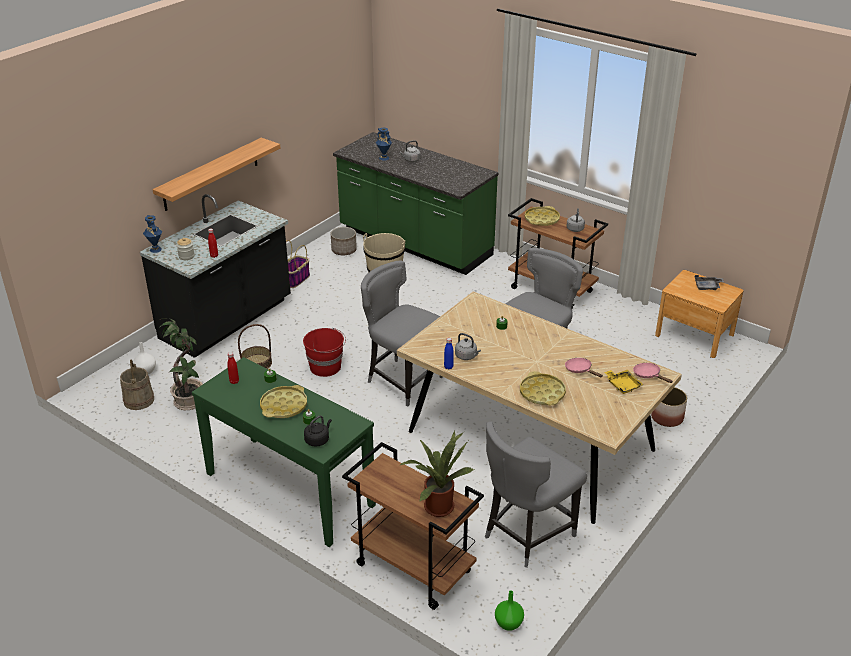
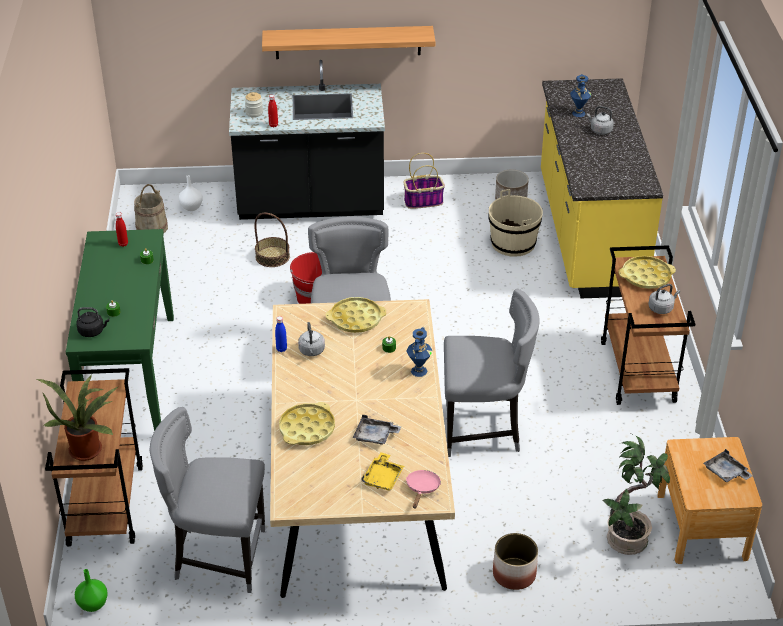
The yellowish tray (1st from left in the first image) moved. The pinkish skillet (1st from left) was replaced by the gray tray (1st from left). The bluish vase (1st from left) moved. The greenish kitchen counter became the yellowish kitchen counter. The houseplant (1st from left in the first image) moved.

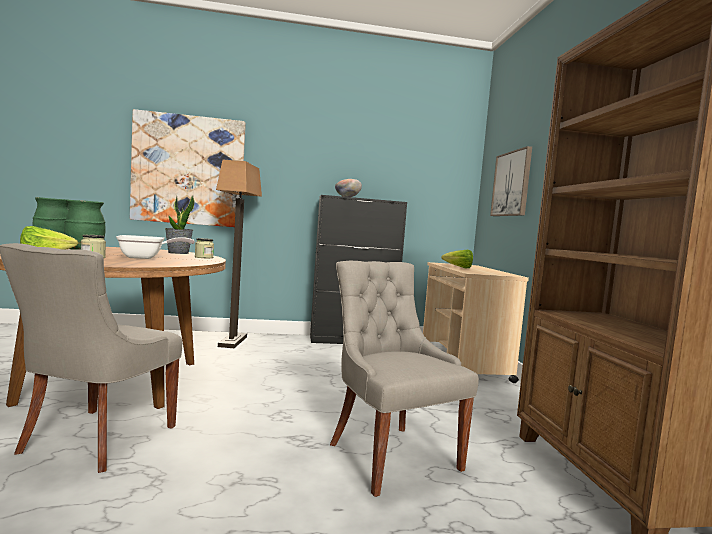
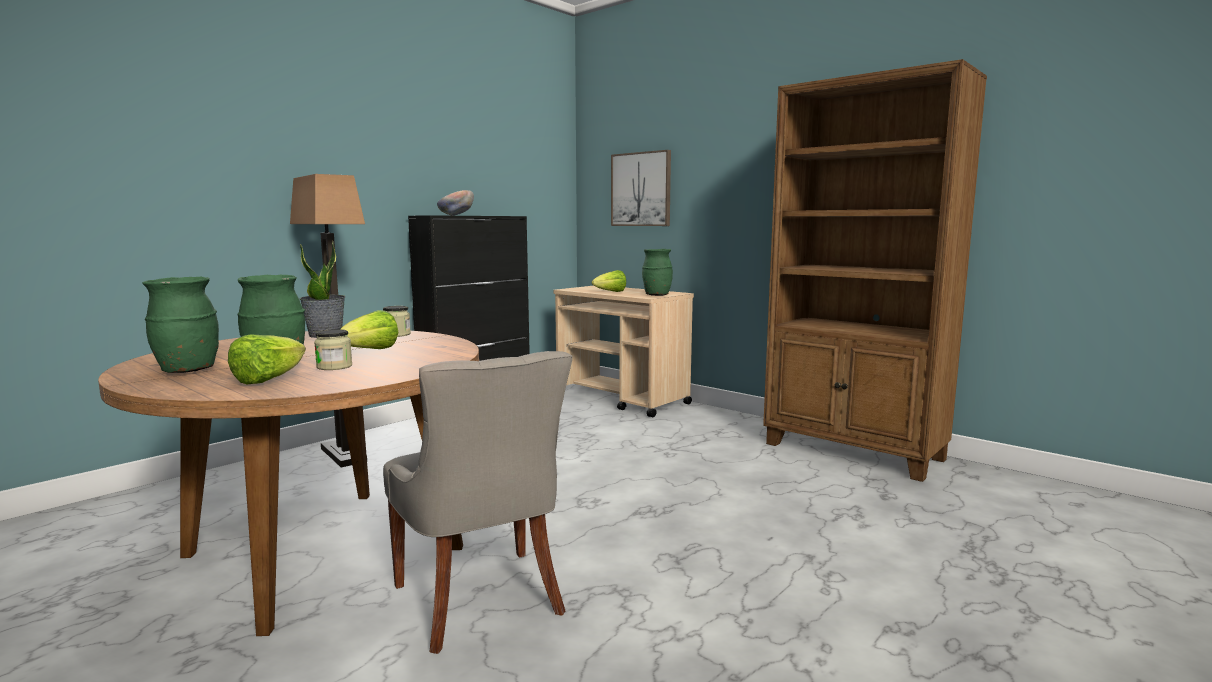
The skillet was replaced by the head of lettuce (2nd from left). The greenish vase (3rd from left) appeared. The wall art (1st from left) disappeared. The gray plain chair (2nd from left) disappeared.

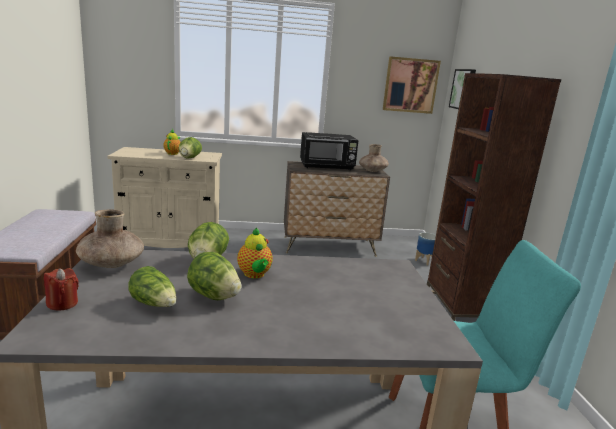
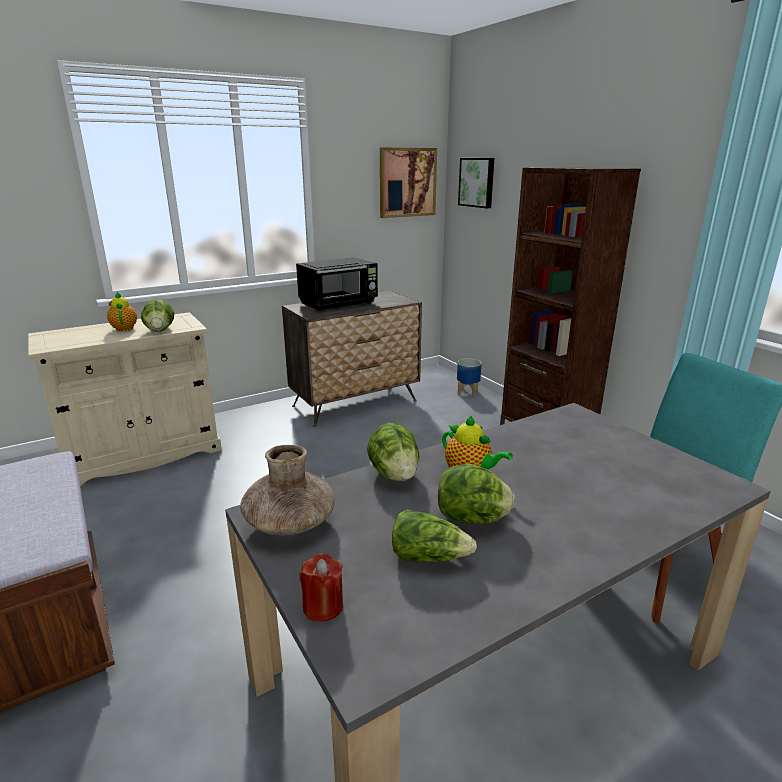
The brown-coloured vase (2nd from left) disappeared.

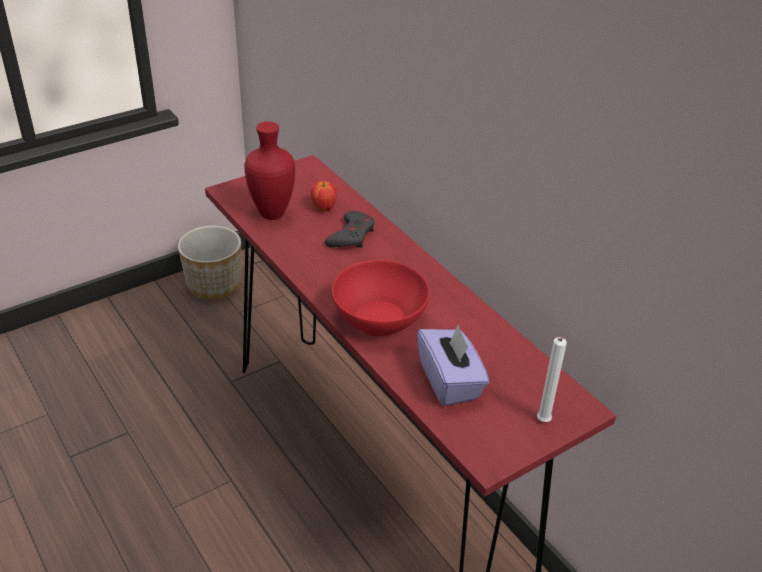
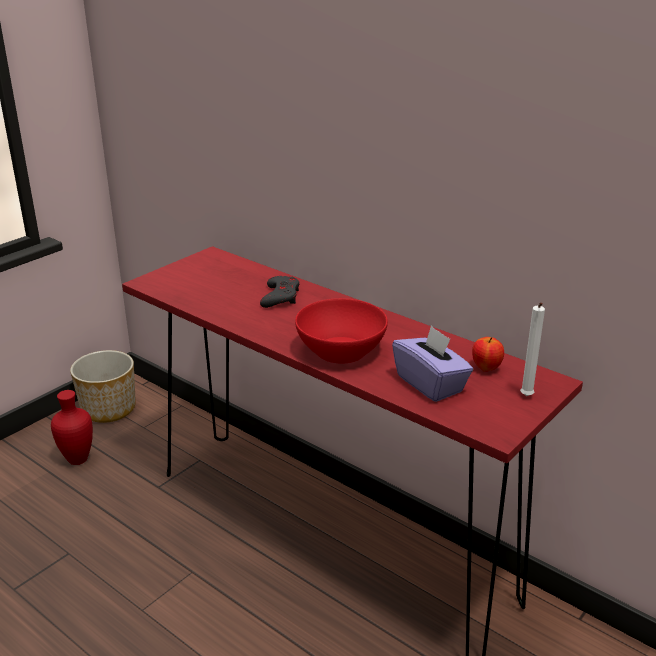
The red-coloured vase moved. The whole apple moved.

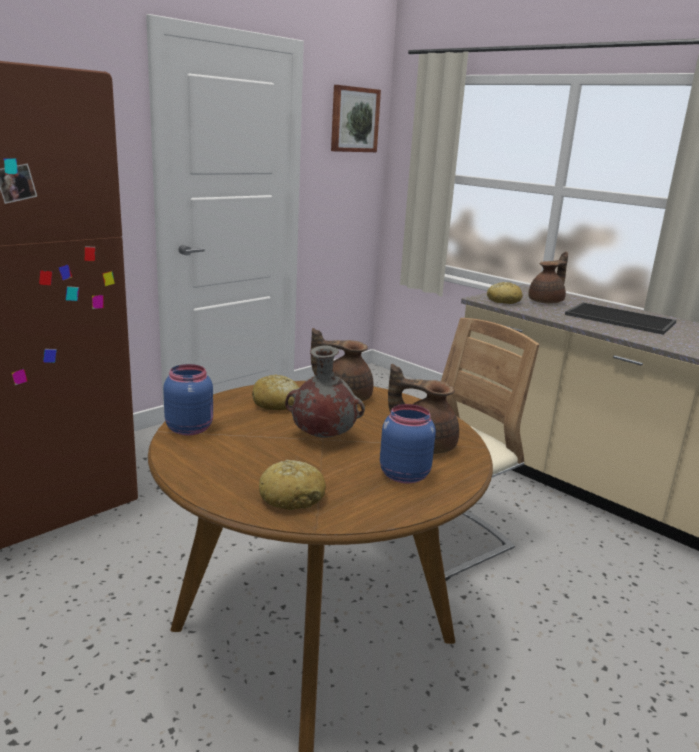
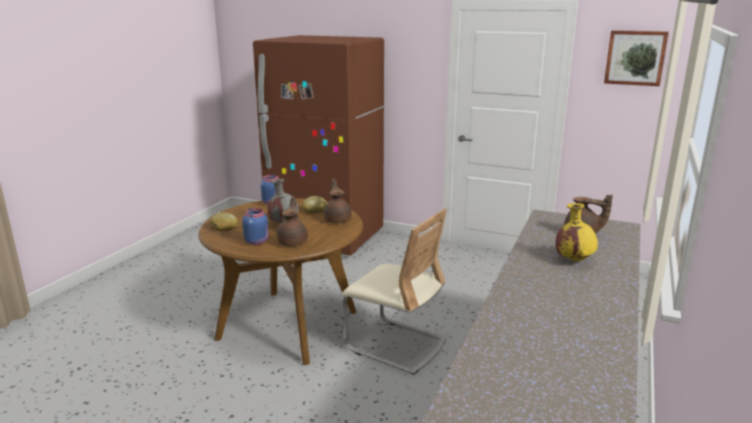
The tray was replaced by the yellowish vase. The bakery bread (3rd from left) disappeared.

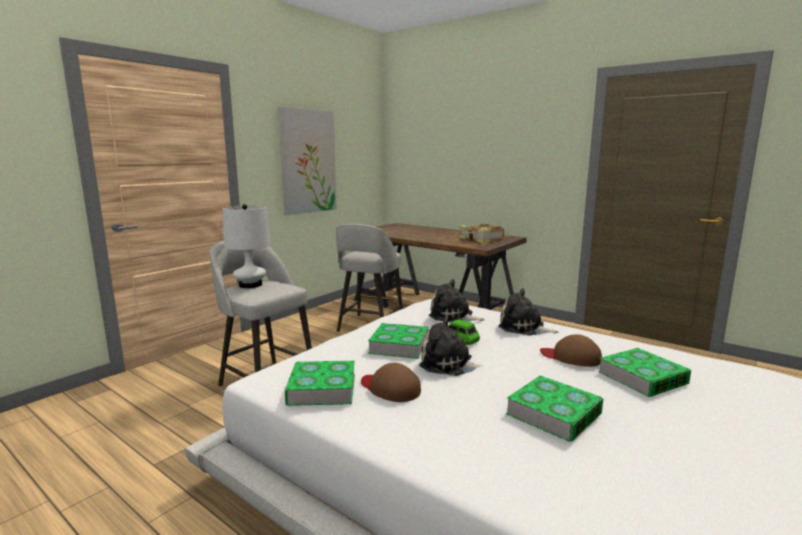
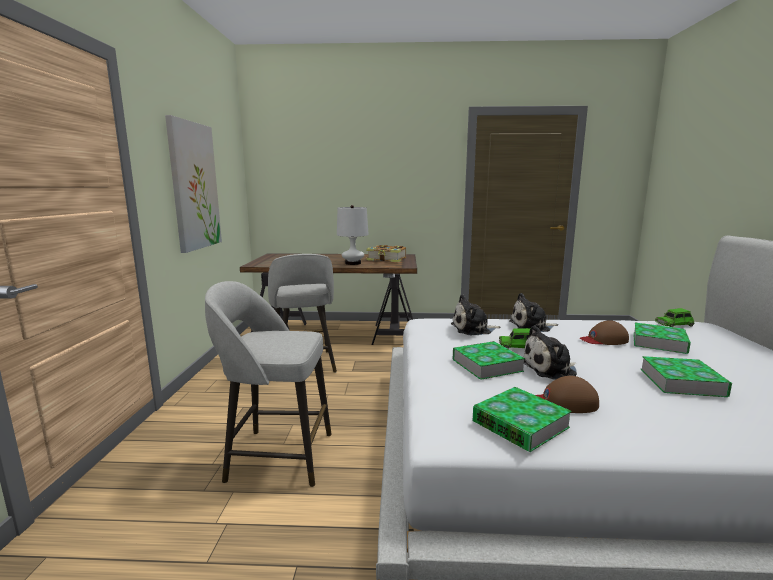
The white tabletop lamp moved. The greenish model car (2nd from left) appeared.

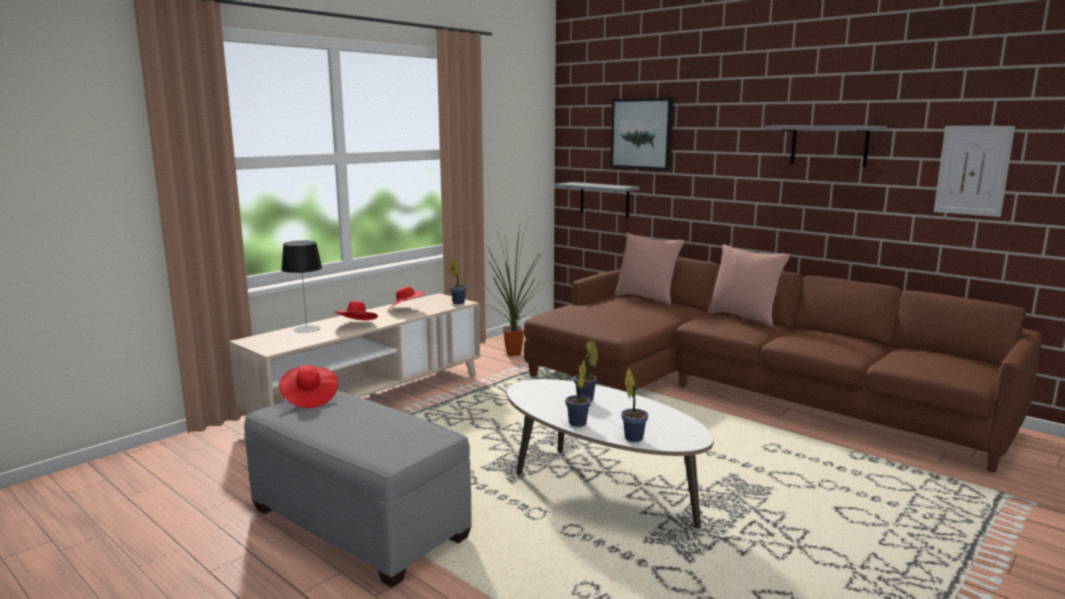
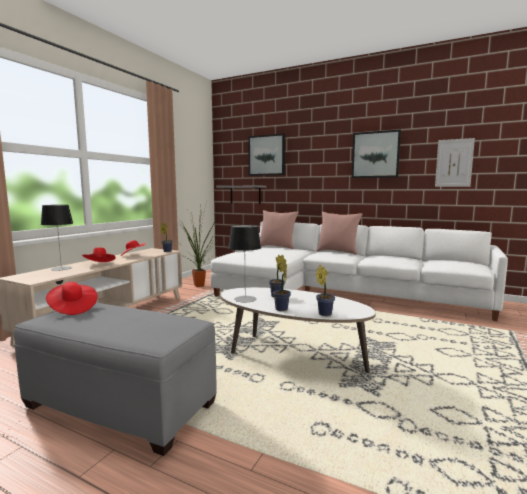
The brown-coloured settee became the white settee. The tabletop lamp (2nd from left) appeared. The gray bracket shelf (2nd from left) was replaced by the wall art (2nd from left).

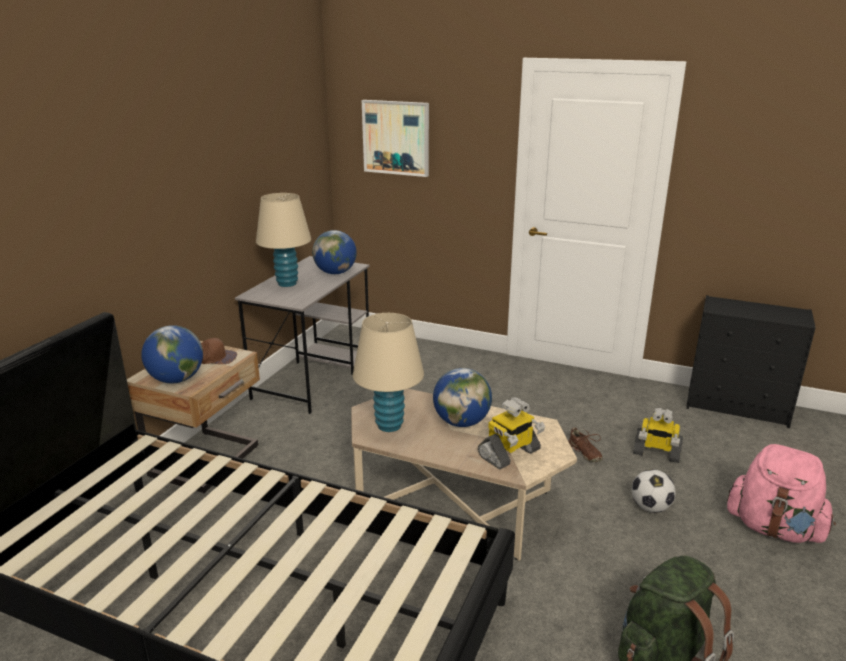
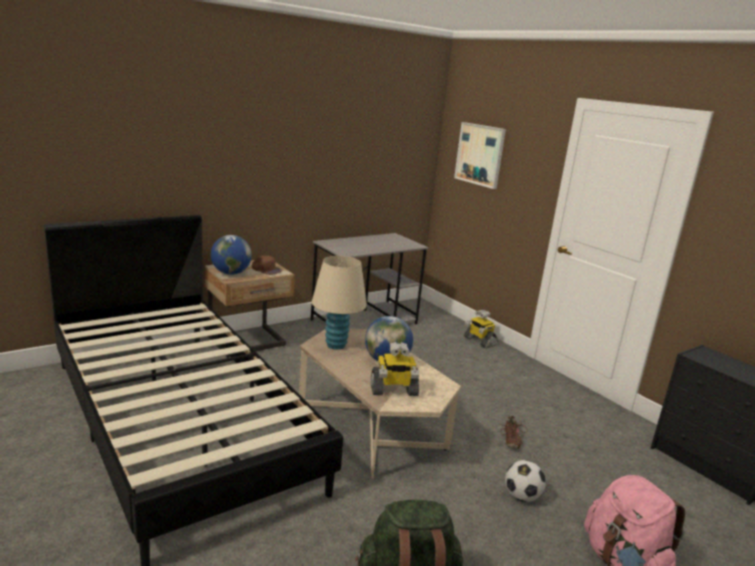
The robot figure (2nd from left) moved. The beige tabletop lamp (1st from left) disappeared. The desk globe (2nd from left) disappeared.

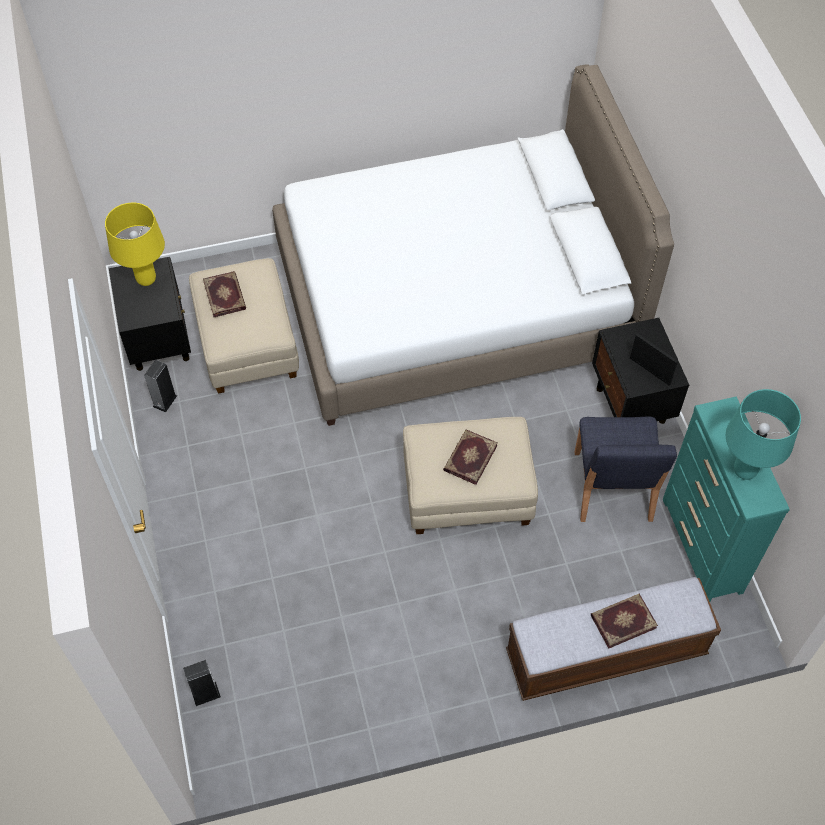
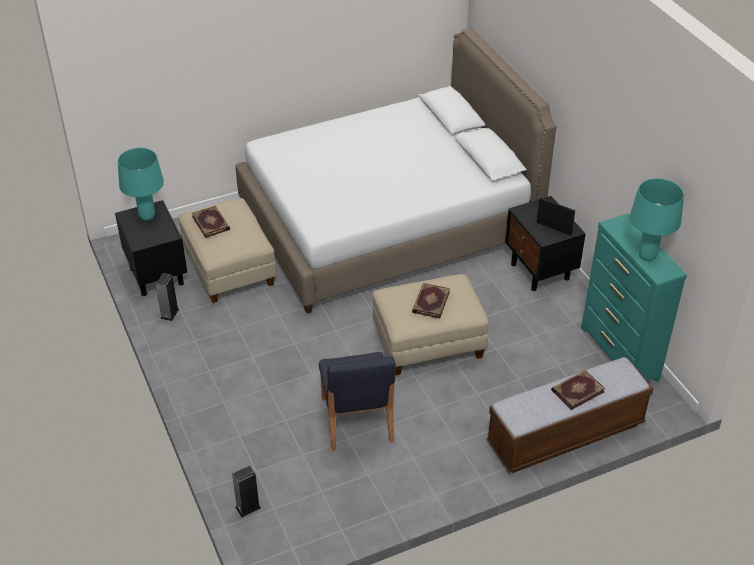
The yellowish tabletop lamp became the turquoise-coloured tabletop lamp (1st from left). The bluish plain chair moved.

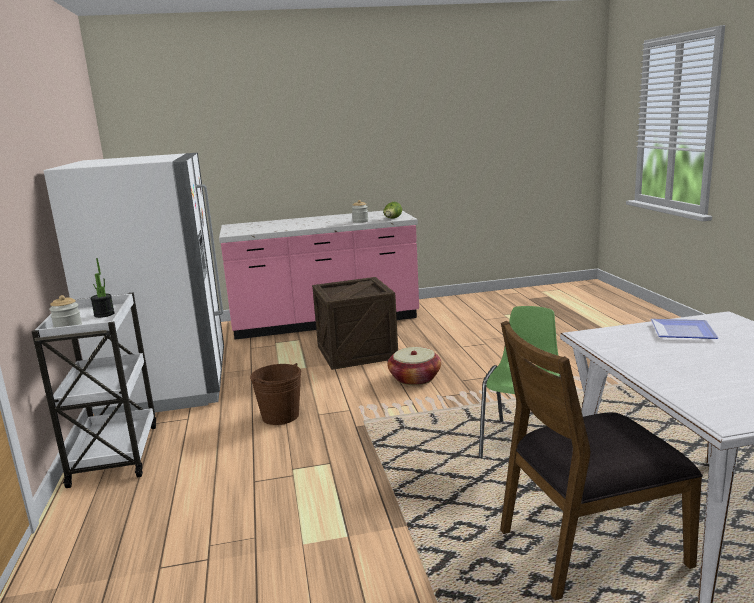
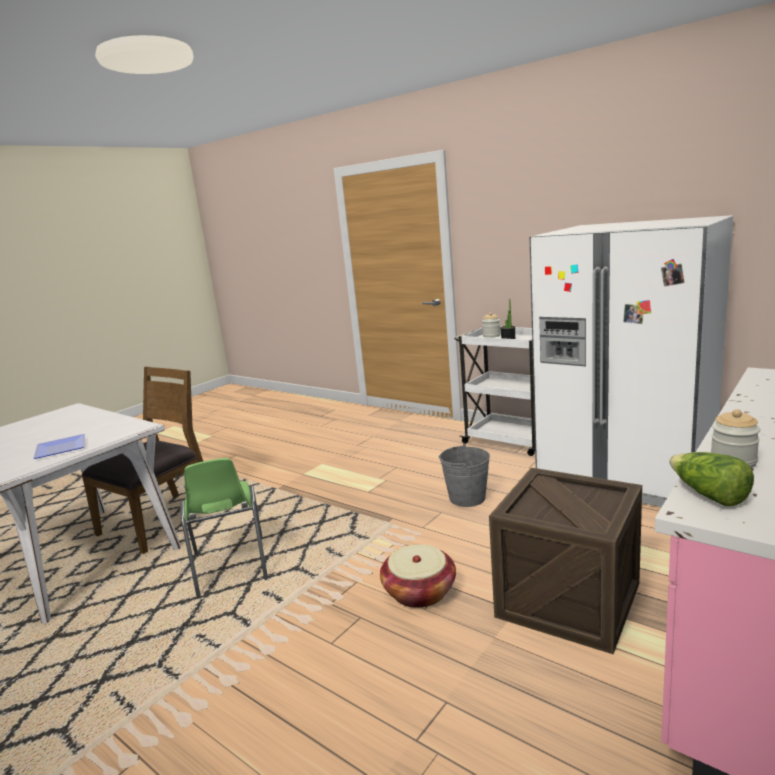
The brown-coloured water bucket became the gray water bucket.

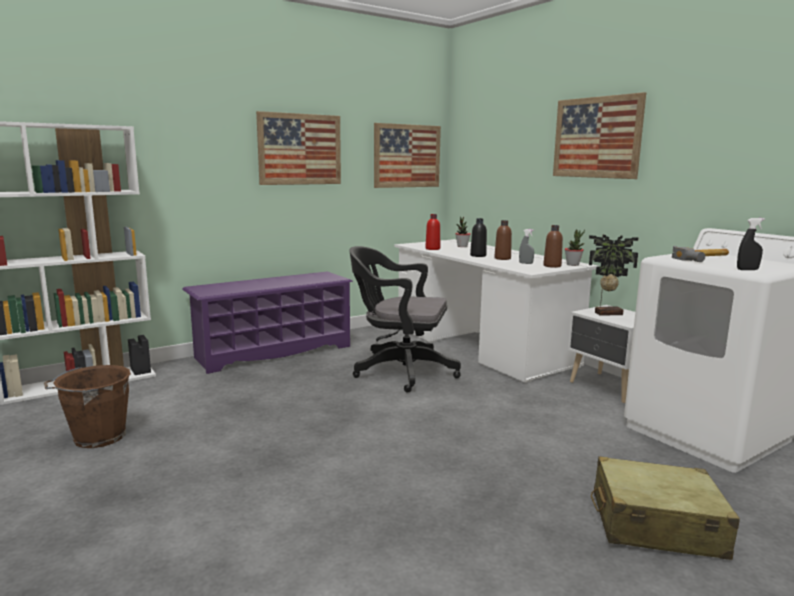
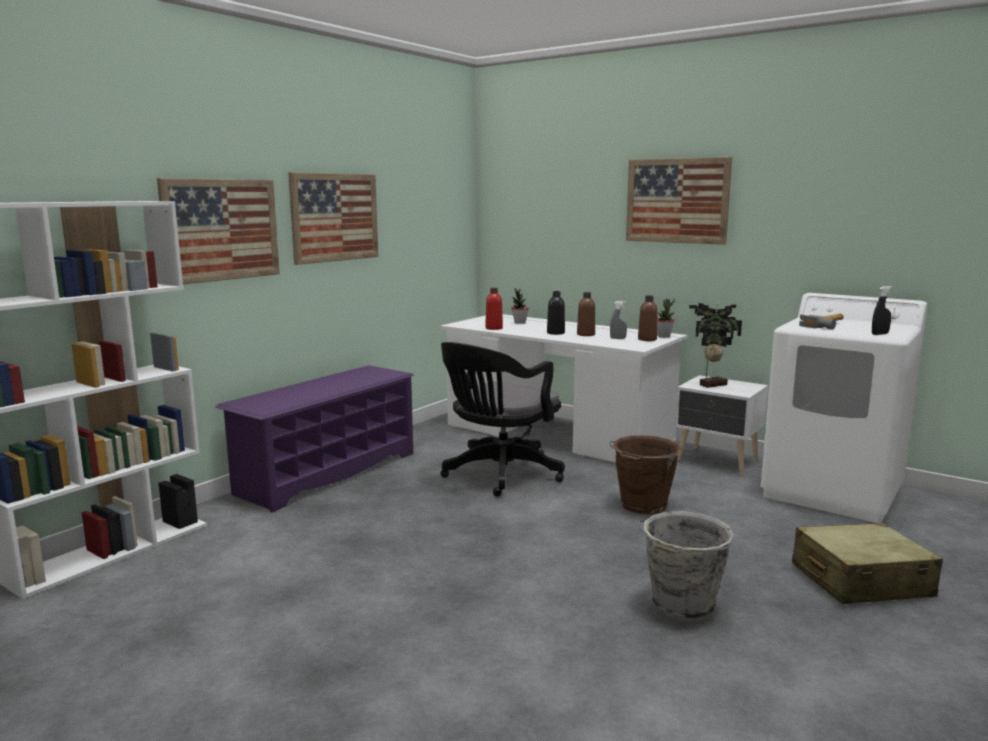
The wall art (2nd from left in the first image) moved. The blackish desk chair turned 45 degrees counterclockwise. The brown-coloured water bucket moved. The gray water bucket appeared.

